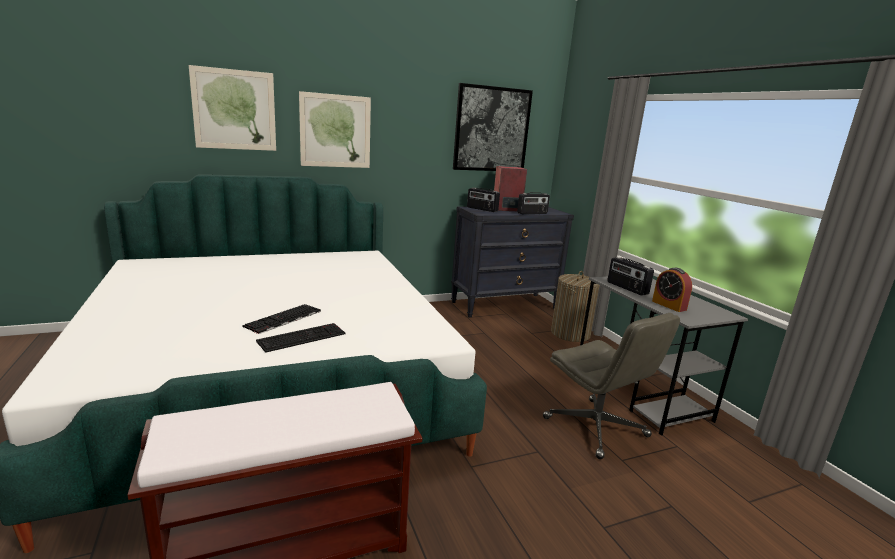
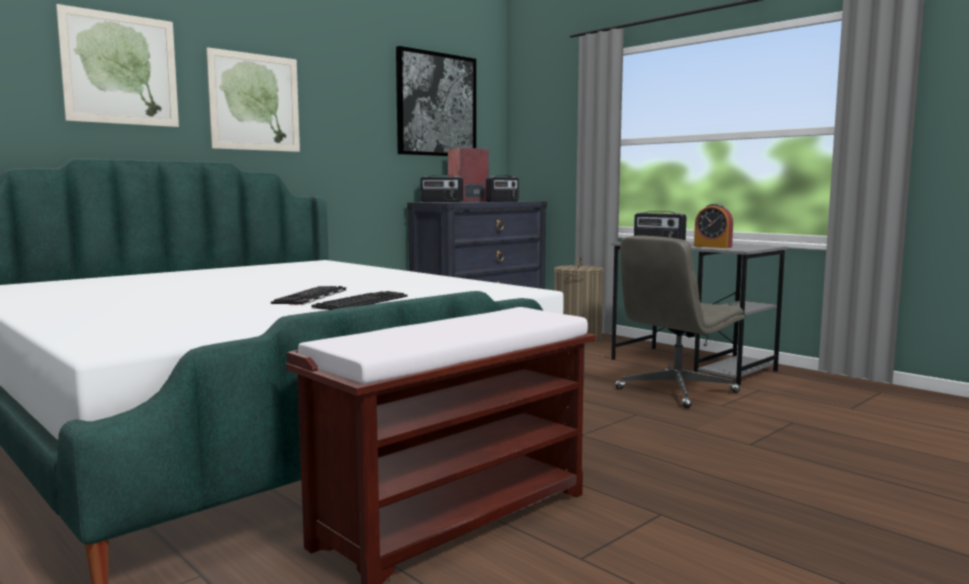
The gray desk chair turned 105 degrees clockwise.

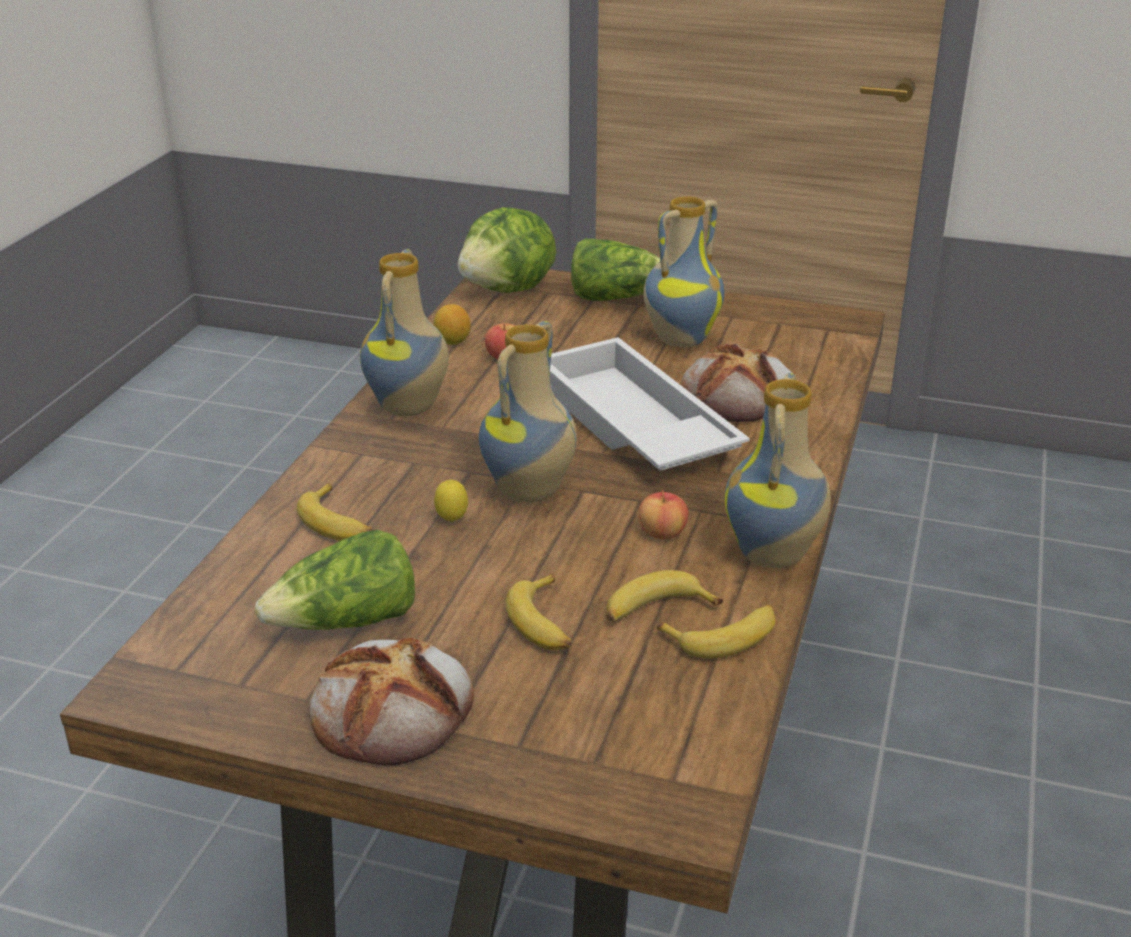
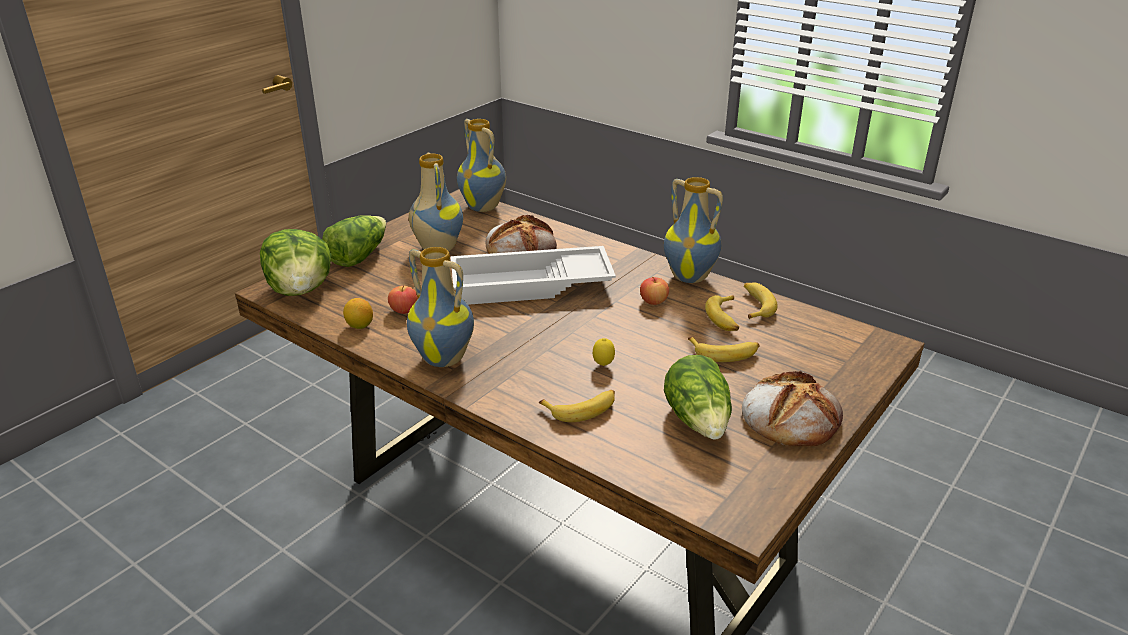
The vase (2nd from left in the first image) moved.

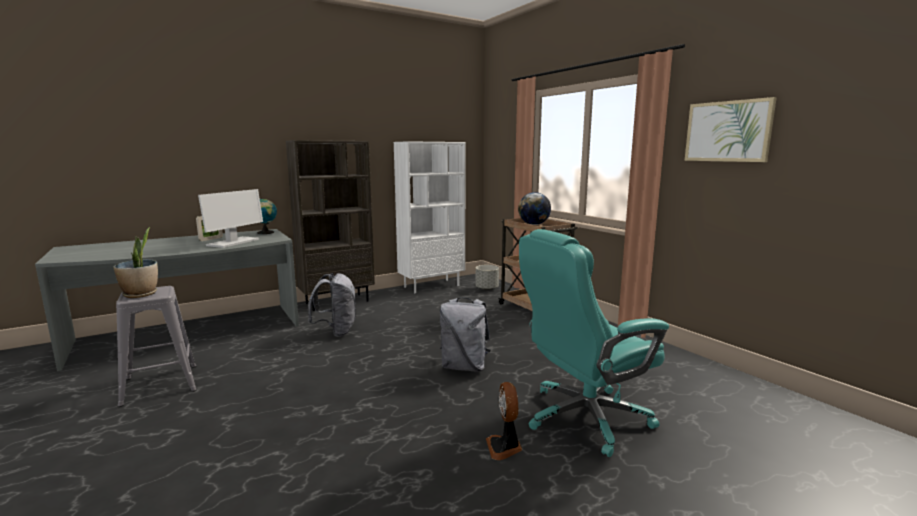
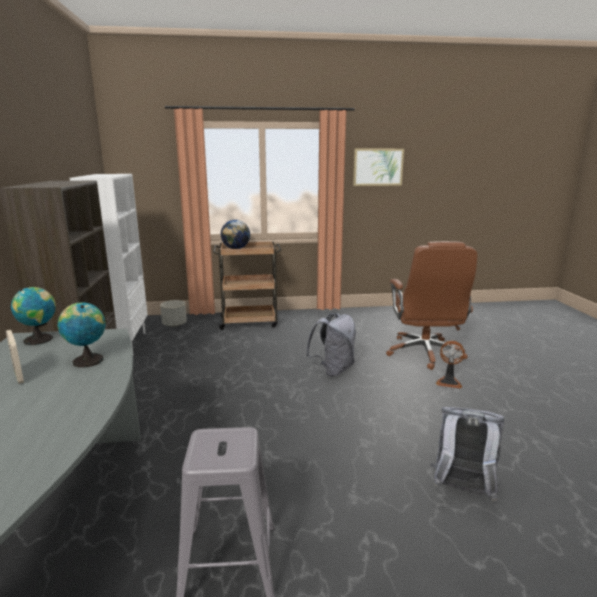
The computer screen was replaced by the desk globe (2nd from left). The turquoise-coloured desk chair became the brown-coloured desk chair. The gray rucksack (1st from left in the first image) moved. The houseplant disappeared.

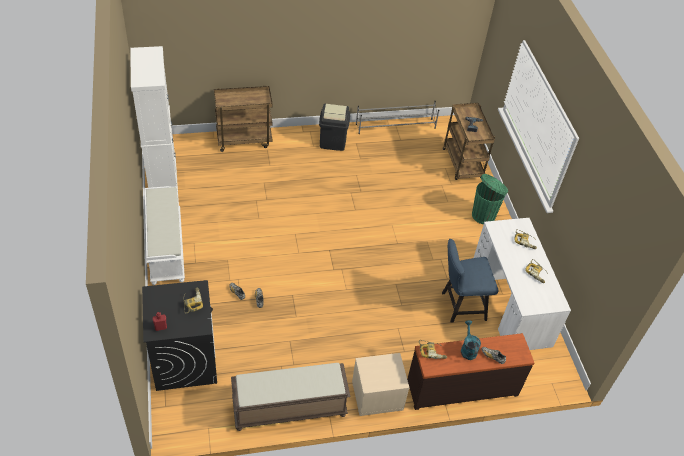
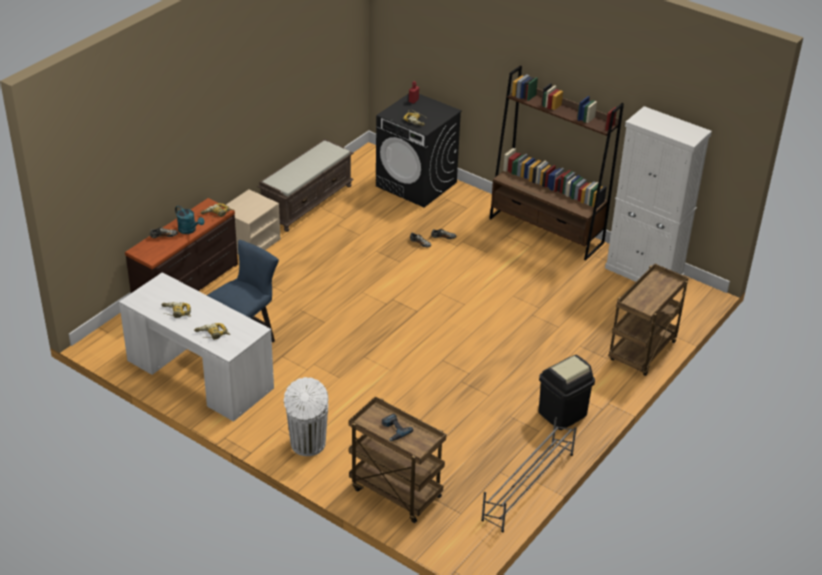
The greenish rubbish bin became the white rubbish bin. The white long seat was replaced by the brown-coloured shelving unit.

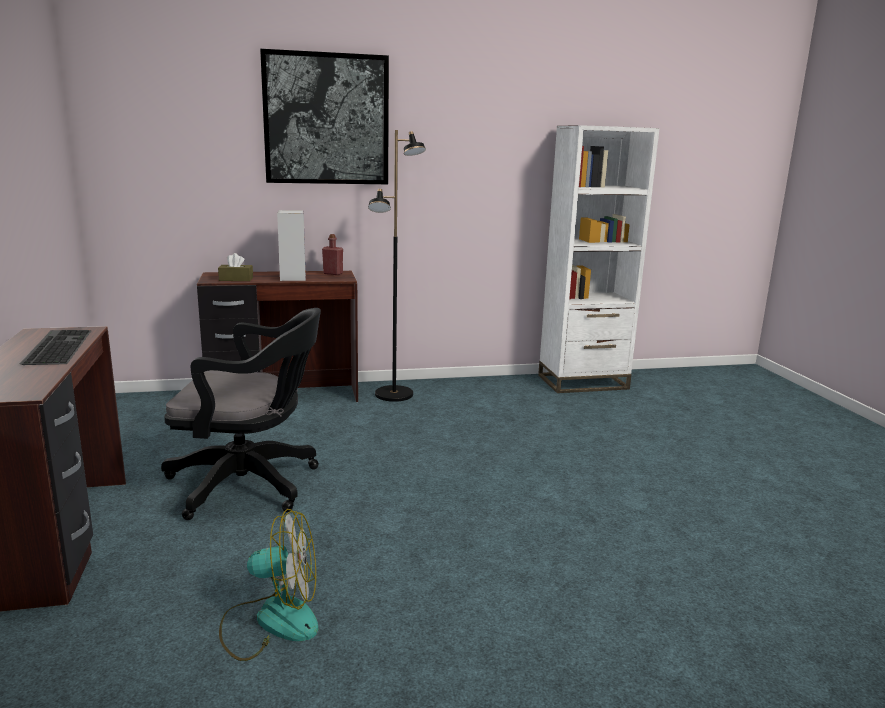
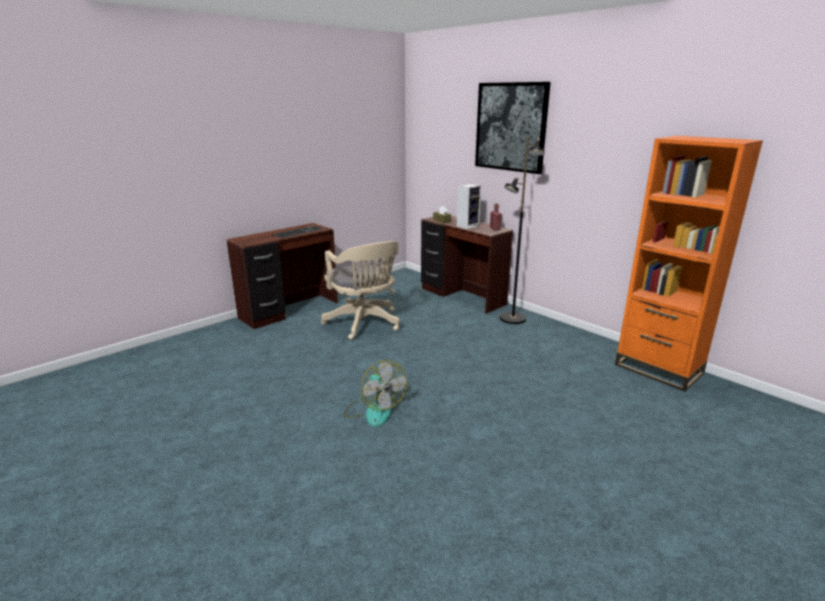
The blackish desk chair became the beige desk chair. The fan moved. The white shelving unit became the orange-coloured shelving unit.

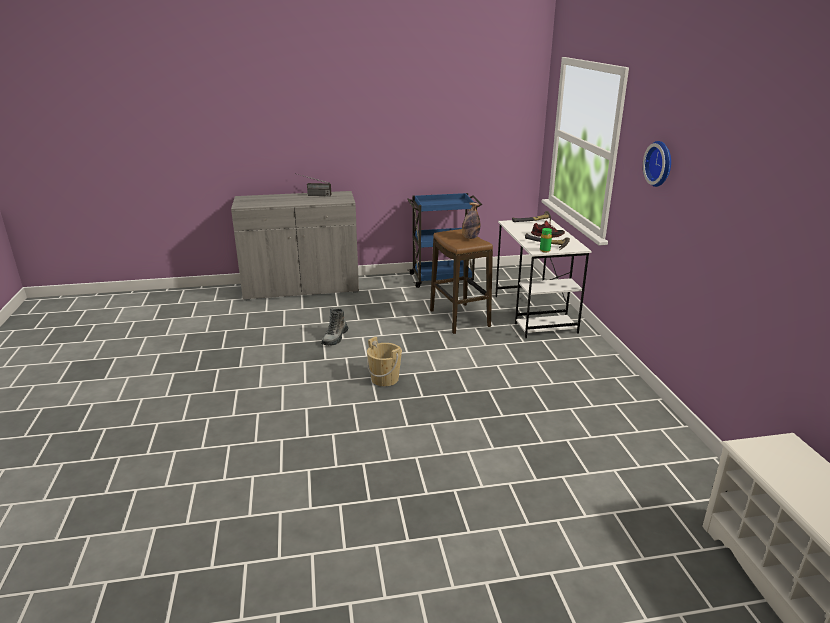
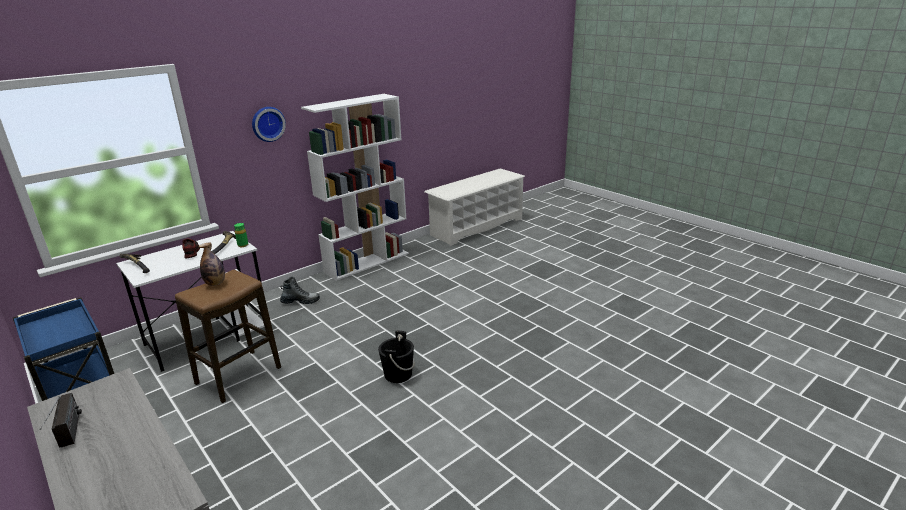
The tall boot moved. The white shelving unit appeared. The beige water bucket became the blackish water bucket.

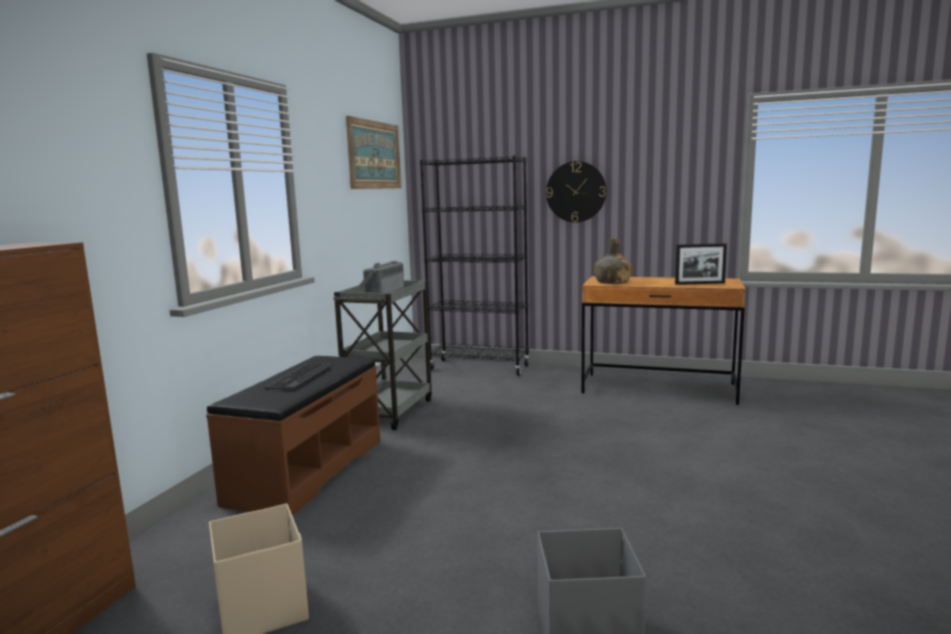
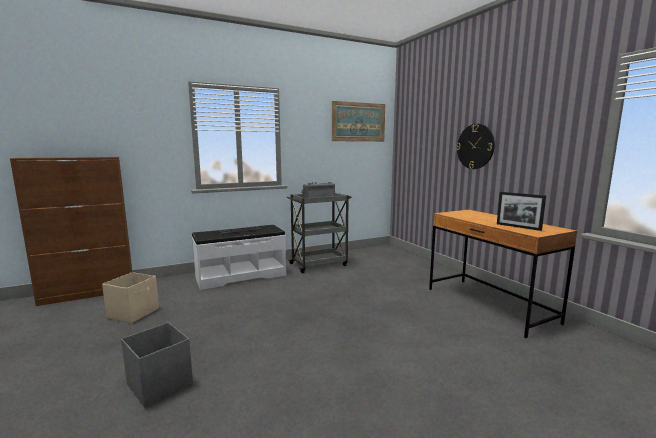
The brown-coloured long seat became the white long seat. The blackish shelving unit disappeared. The greenish bottle disappeared.

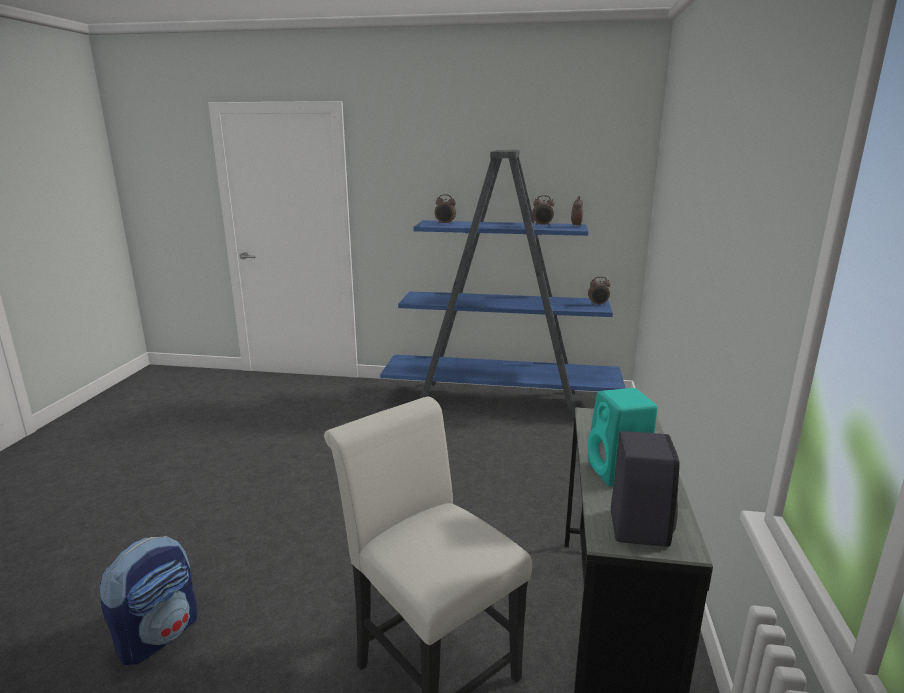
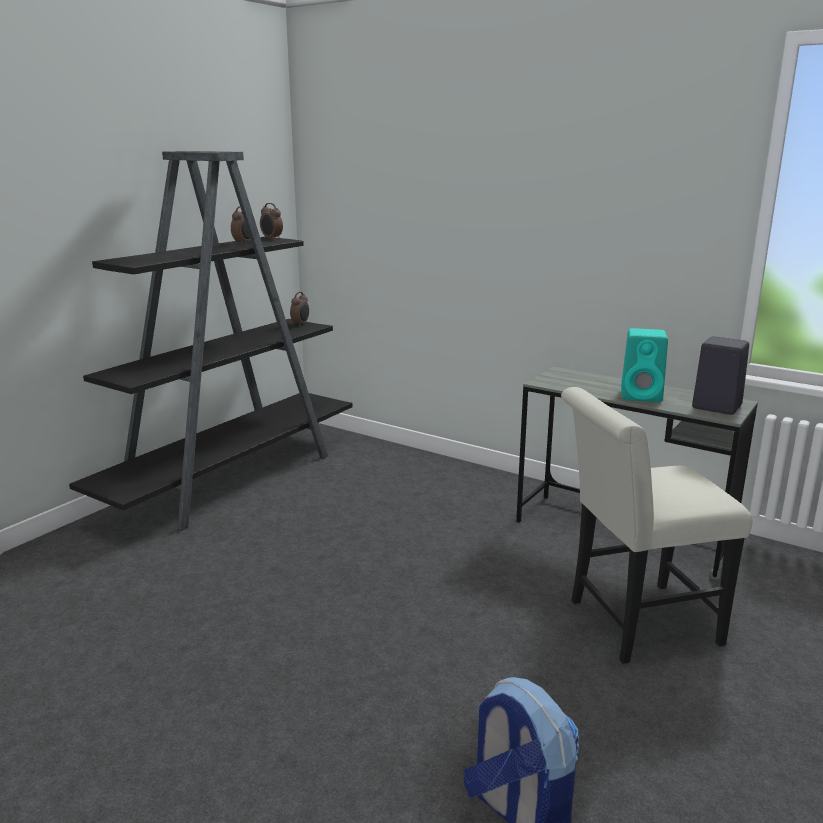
The bluish shelving unit became the blackish shelving unit. The alarm clock (1st from left) disappeared.

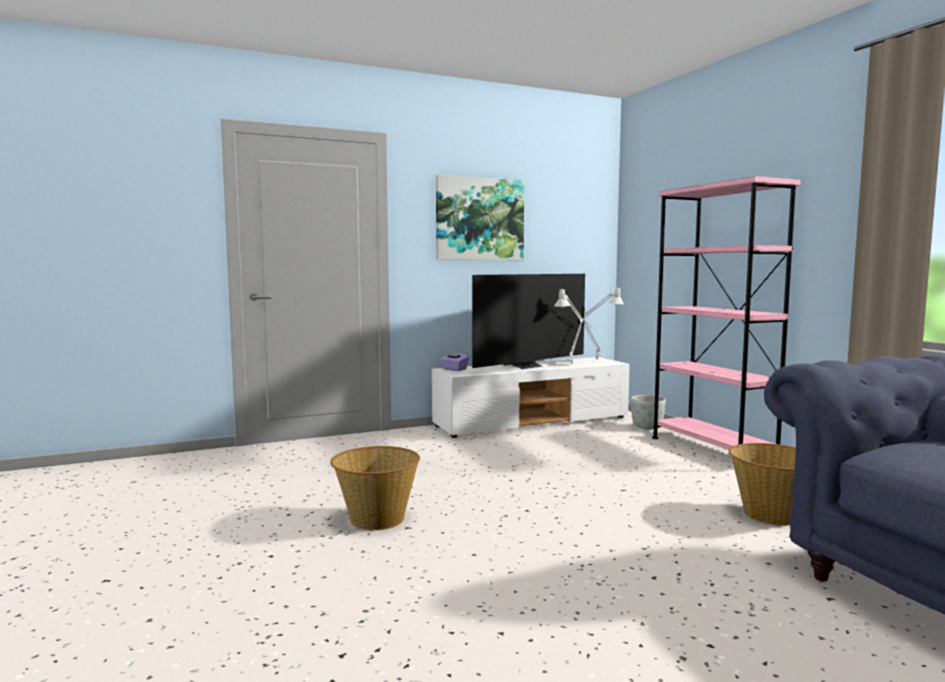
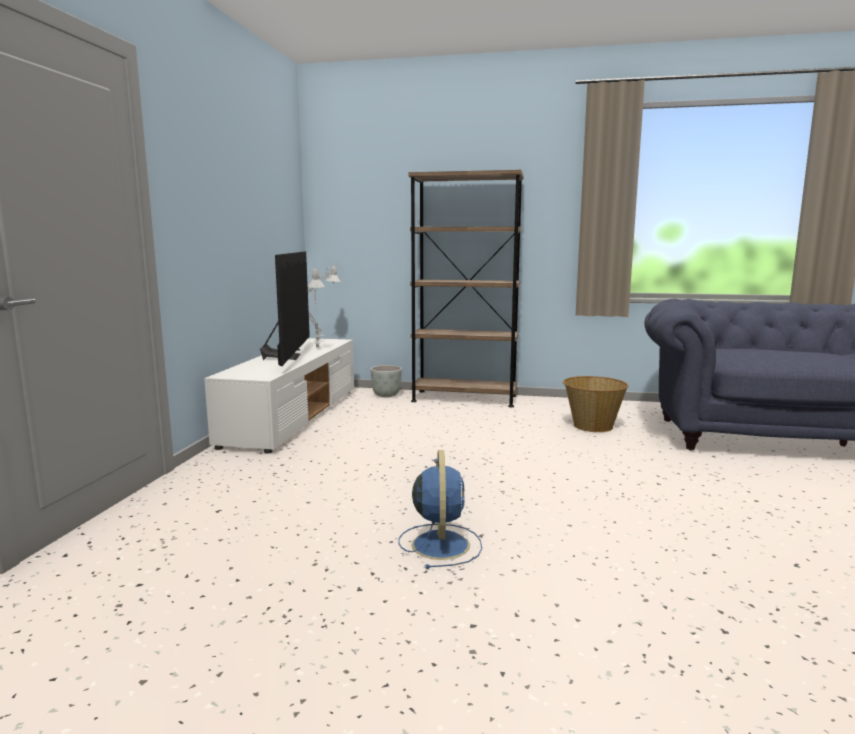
The storage basket (1st from left) was replaced by the bluish fan. The pinkish shelving unit became the brown-coloured shelving unit. The wall art disappeared. The purple-coloured tissue holder disappeared.

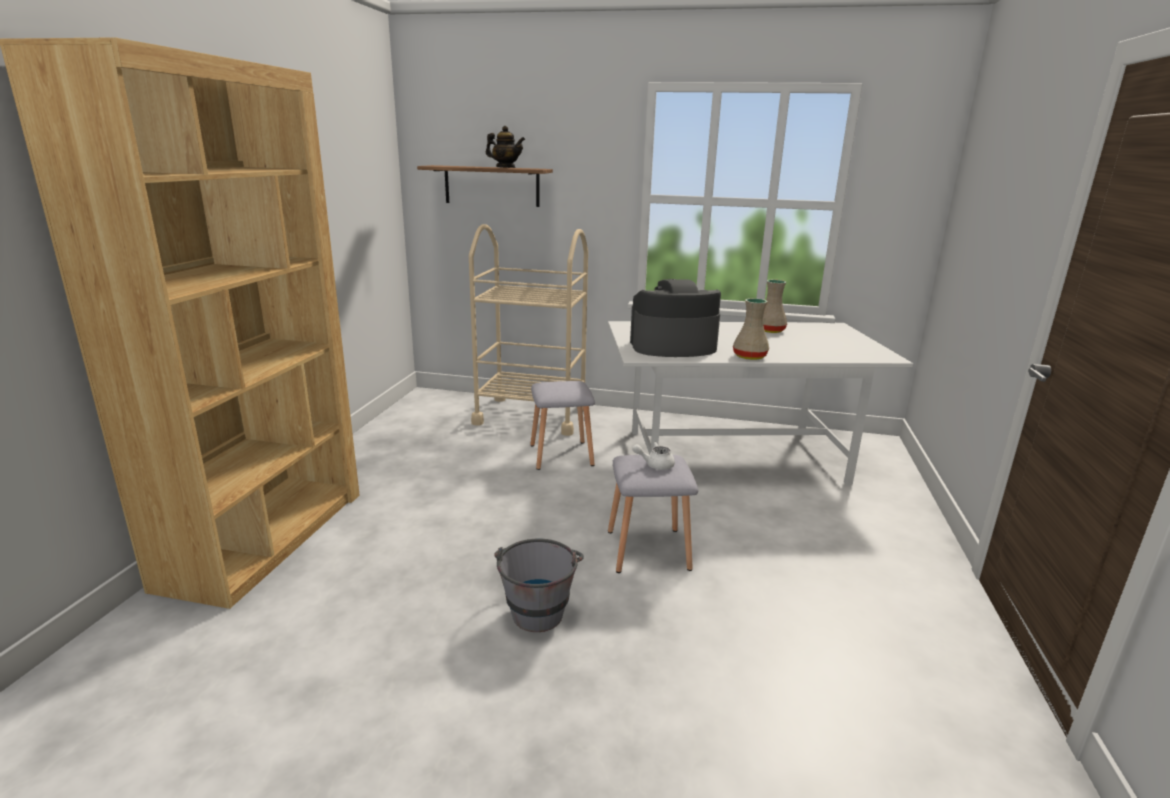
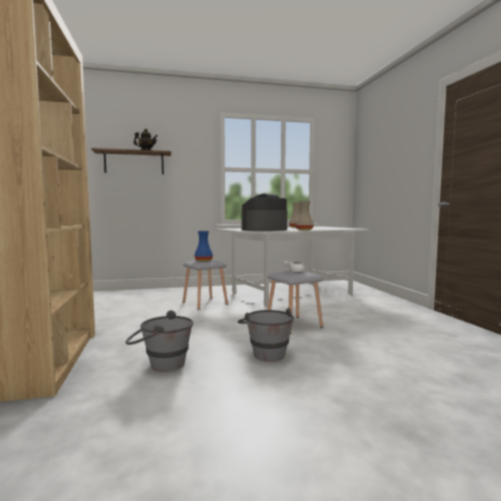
The gray water bucket (1st from left) appeared. The bluish vase appeared. The beige trolley disappeared.

